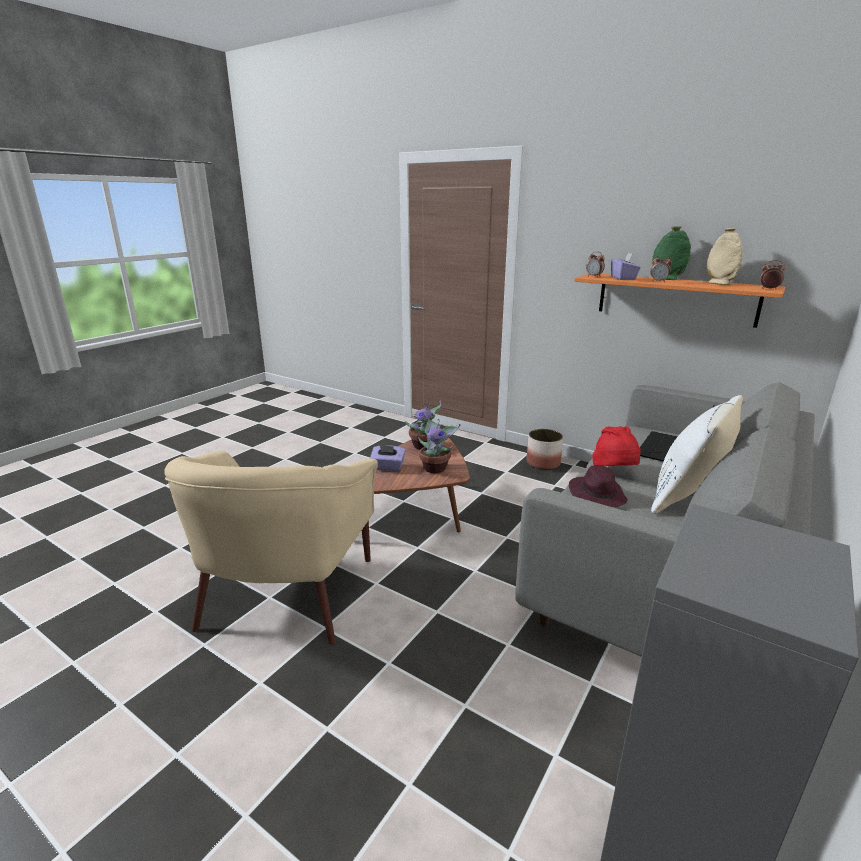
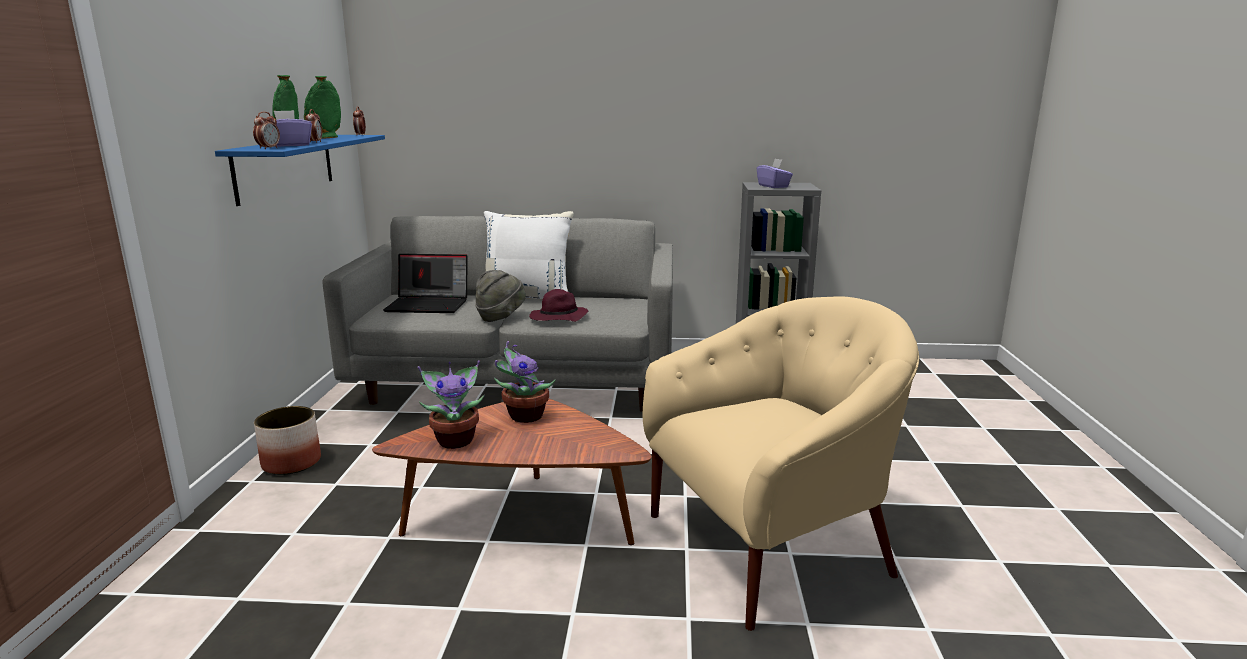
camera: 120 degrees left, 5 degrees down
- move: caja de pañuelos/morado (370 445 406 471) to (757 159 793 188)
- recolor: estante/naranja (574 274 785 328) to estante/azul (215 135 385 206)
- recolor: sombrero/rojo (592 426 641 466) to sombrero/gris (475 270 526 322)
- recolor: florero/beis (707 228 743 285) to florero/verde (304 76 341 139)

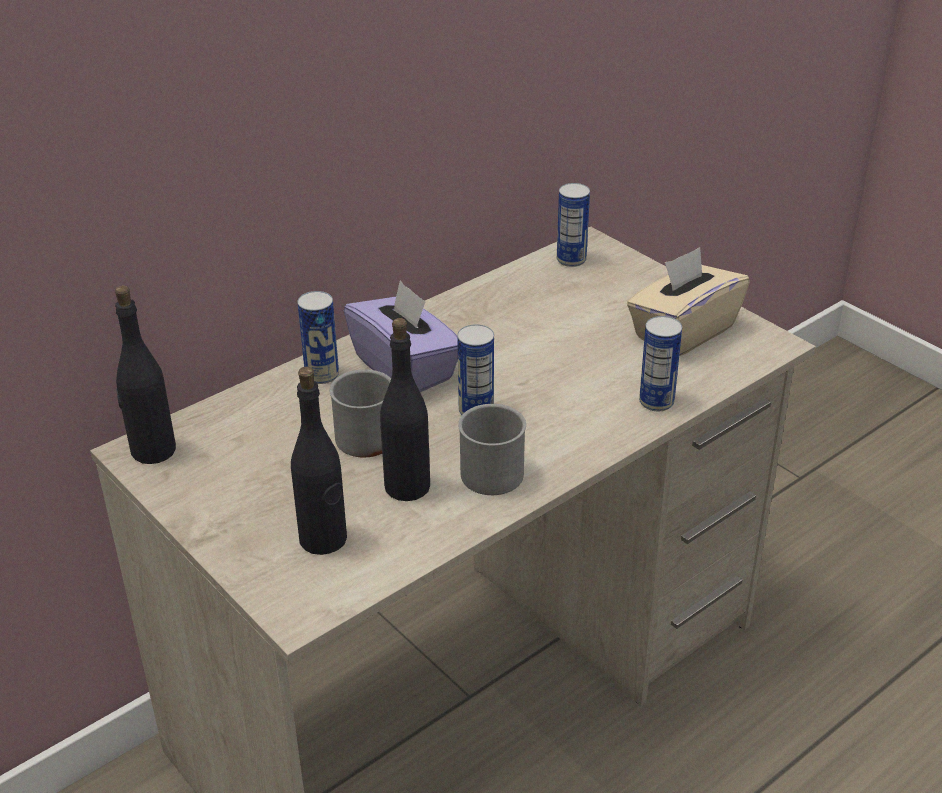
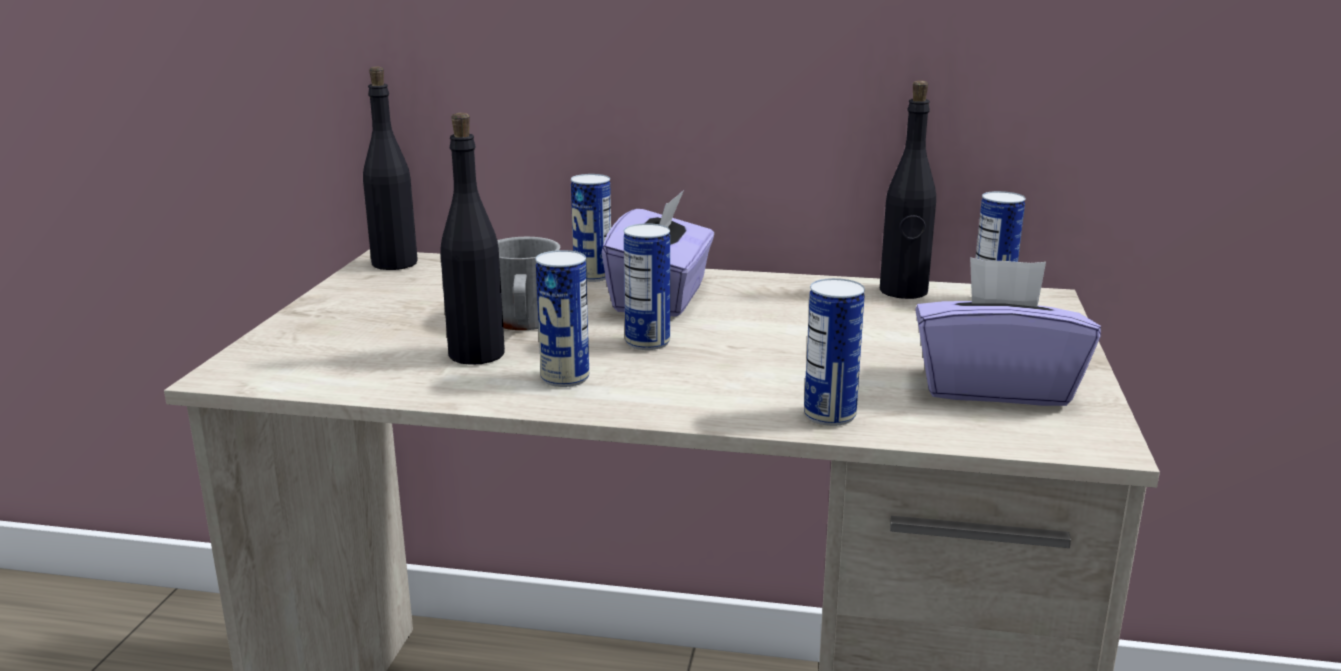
camera: 50 degrees right, 15 degrees down
- move: botella/negro (291 366 347 555) to (880 80 936 299)
- replace: taza grande/gris (458 404 526 495) to lata (535 250 589 387)
- recolor: caja de pañuelos/beis (627 247 750 356) to caja de pañuelos/morado (915 257 1101 406)

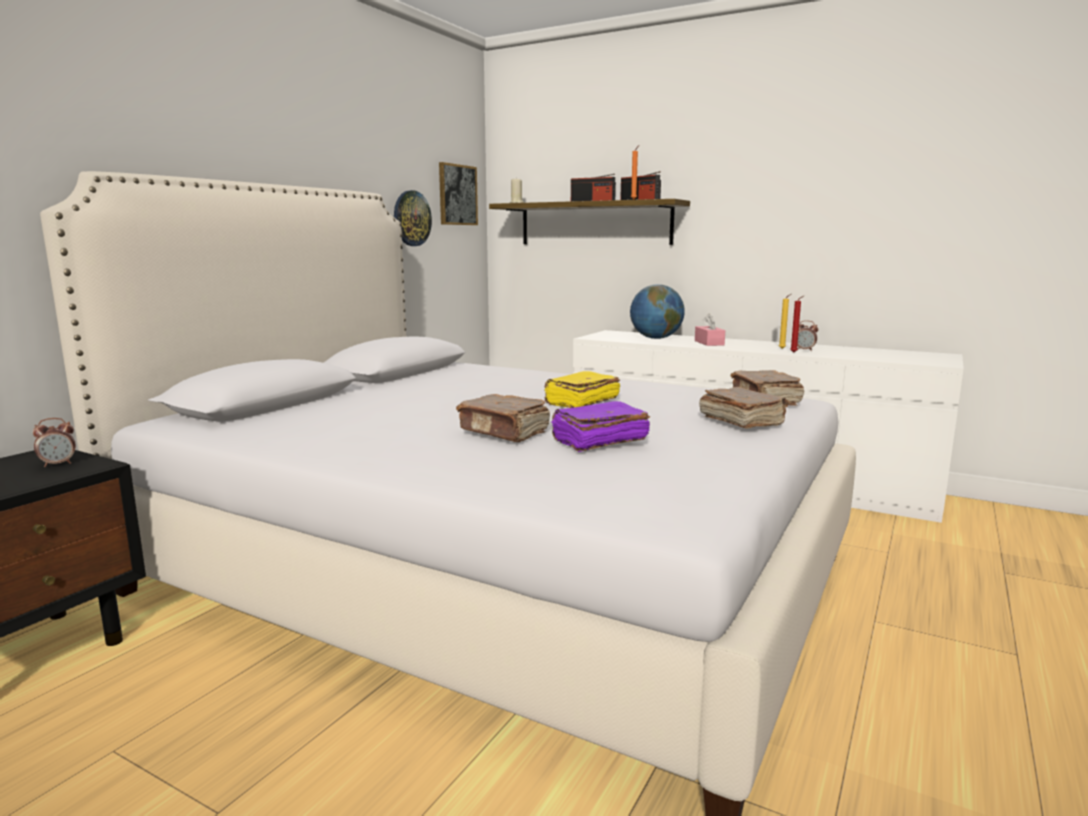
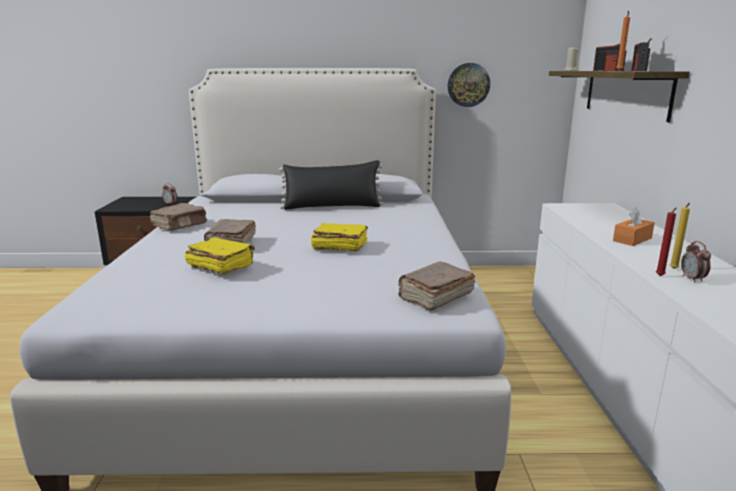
camera: 60 degrees right, 5 degrees up
- delete: cuadro (439 162 478 225)
- delete: globo terráqueo (630 284 685 339)
- insert: cojín/negro (279 160 383 210)
- move: libro/marrón (699 387 790 428) to (150 203 207 231)
- recolor: libro/morado (551 401 650 452) to libro/amarillo (185 237 255 274)
- recolor: caja de pañuelos/rosa (695 314 725 346) to caja de pañuelos/naranja (613 207 655 246)

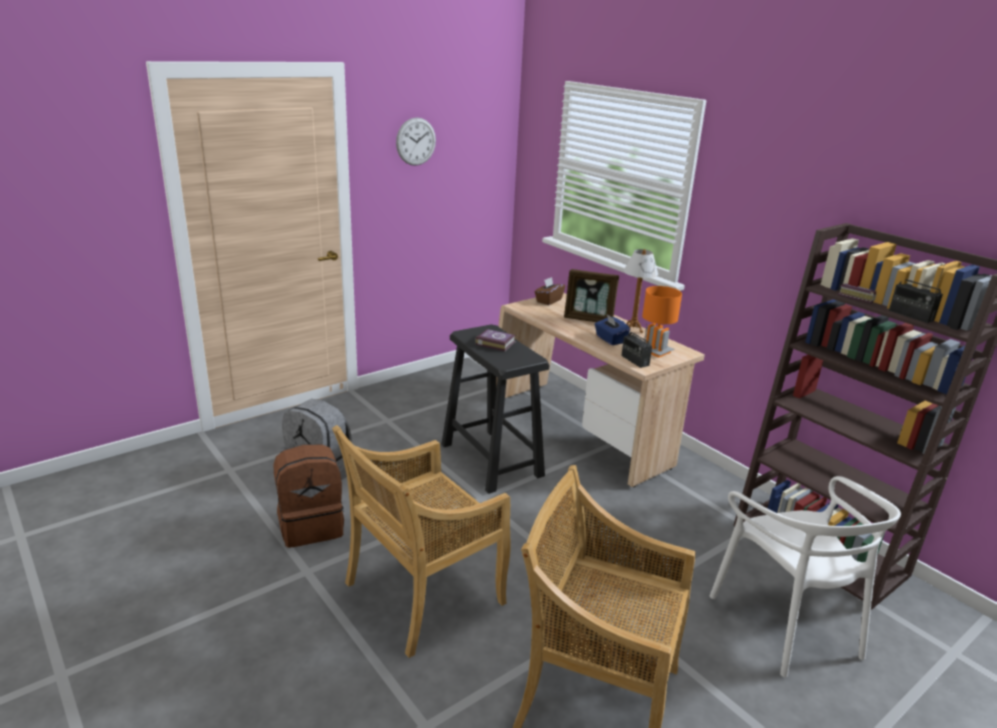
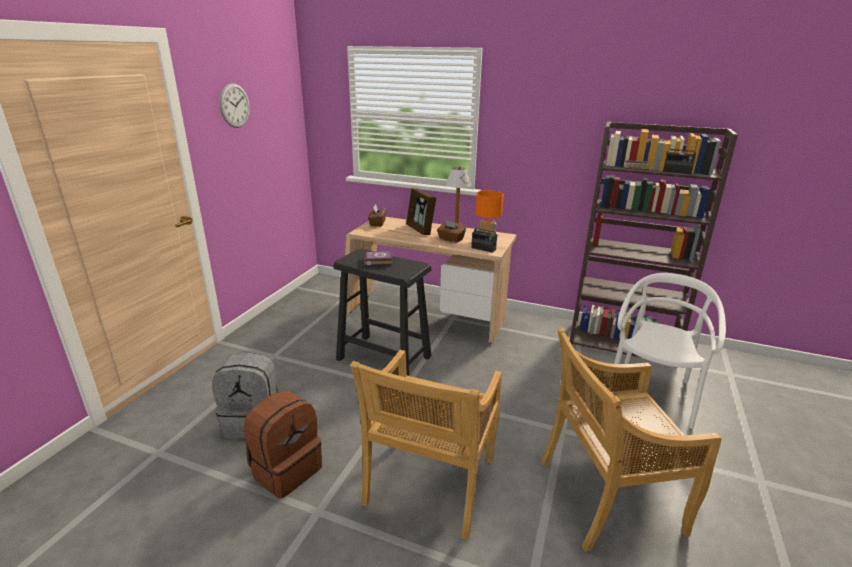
camera: 30 degrees left, 0 degrees up
- recolor: caja de pañuelos/azul (595 314 630 345) to caja de pañuelos/marrón (437 220 466 243)
- rotate: portarretratos (564 269 619 322) = (406 188 436 235) 75 degrees clockwise
- rotate: silla/blanco (709 476 901 678) = (609 273 726 429) 105 degrees counterclockwise

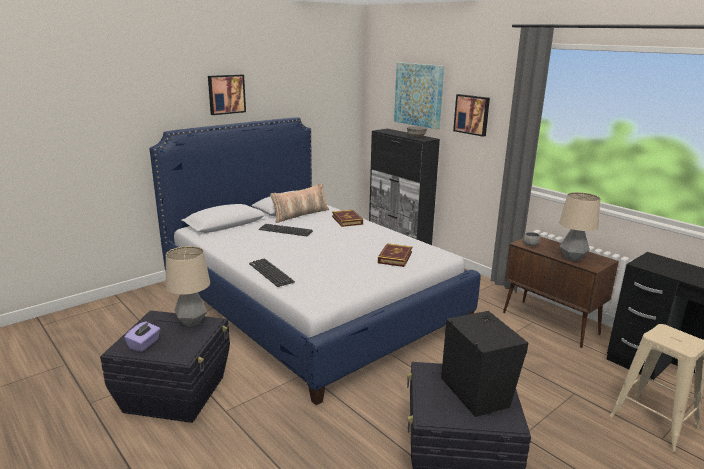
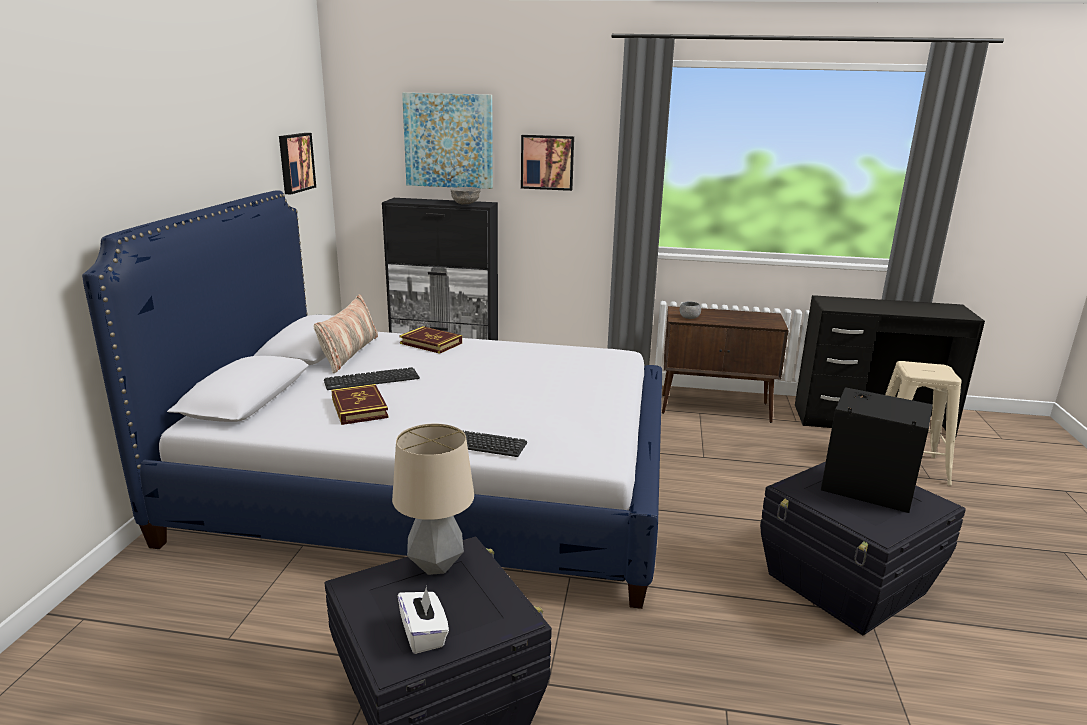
camera: 40 degrees left, 0 degrees up
- delete: lámpara de mesa (559 192 600 261)
- move: cuadro (208 74 246 115) to (279 133 316 194)
- move: libro (378 243 412 267) to (331 384 388 425)
- recolor: caja de pañuelos/morado (124 321 160 352) to caja de pañuelos/blanco (398 586 449 654)

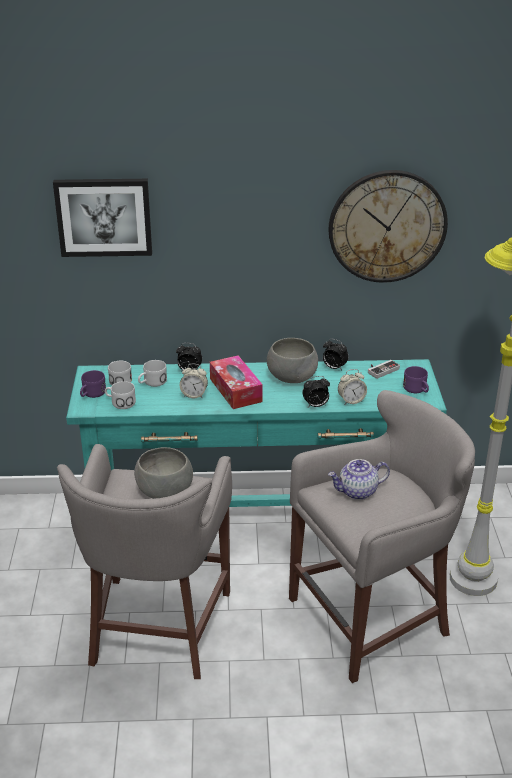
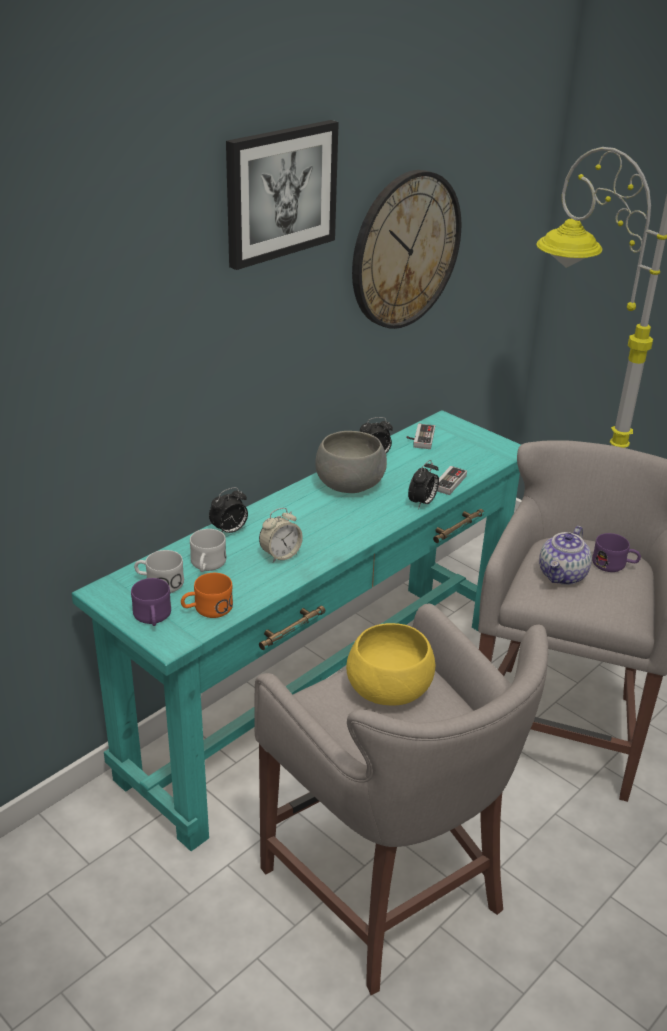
camera: 45 degrees left, 0 degrees up
- delete: caja de pañuelos (210 355 263 409)
- move: cuadro (53 179 152 257) to (226 120 339 270)
- move: taza grande/morado (403 366 429 393) to (592 533 641 572)
- replace: despertador (338 369 367 404) to mando de consola (437 466 467 495)
- recolor: taza grande/blanco (105 381 136 409) to taza grande/naranja (181 573 233 618)
- recolor: cuenco/gris (134 447 193 499) to cuenco/amarillo (346 623 435 706)

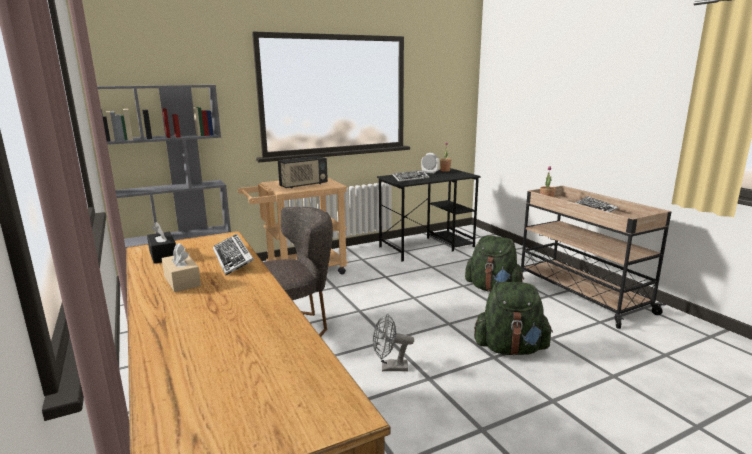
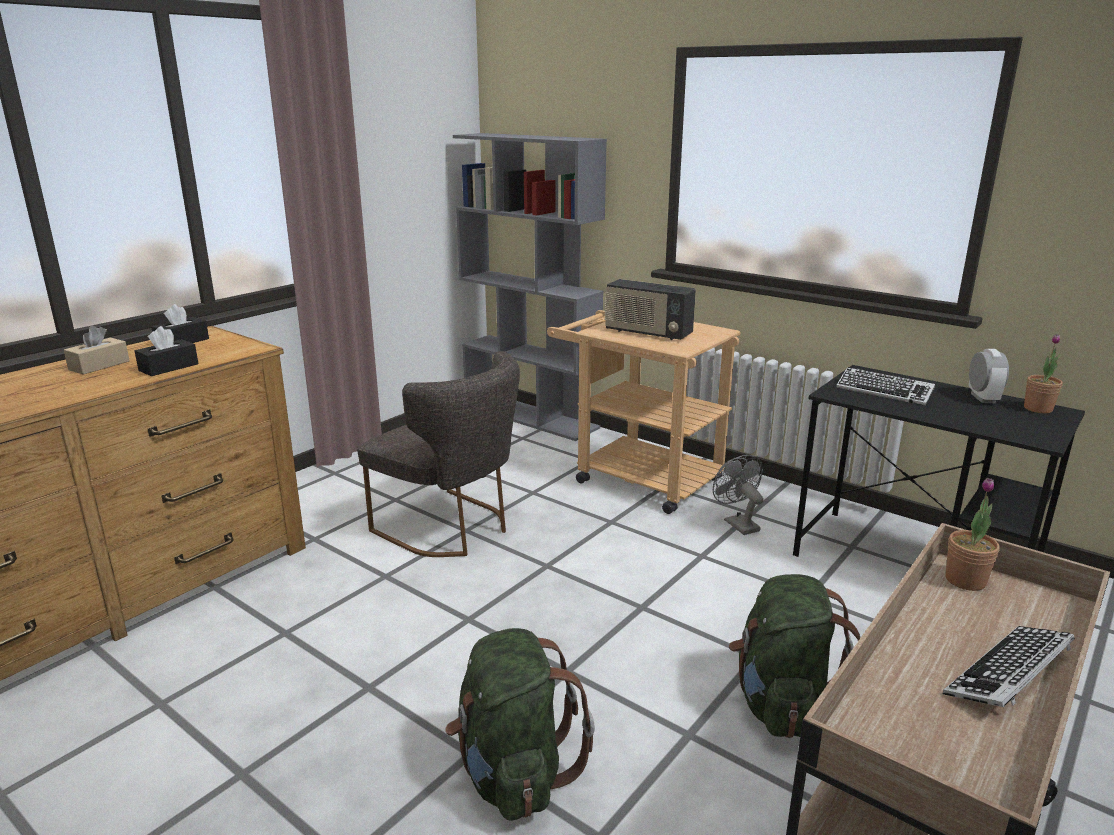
camera: 65 degrees right, 5 degrees up
- move: ventilador/gris (373 313 414 371) to (713 455 763 535)
- replace: teclado (213 234 254 275) to caja de pañuelos/negro (134 326 198 376)

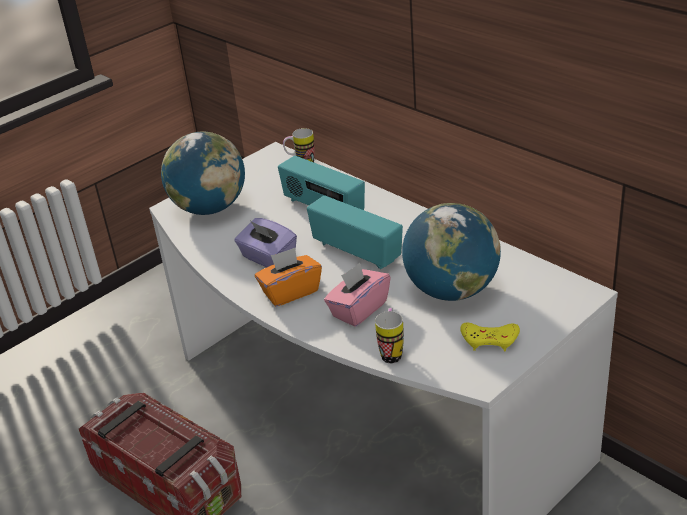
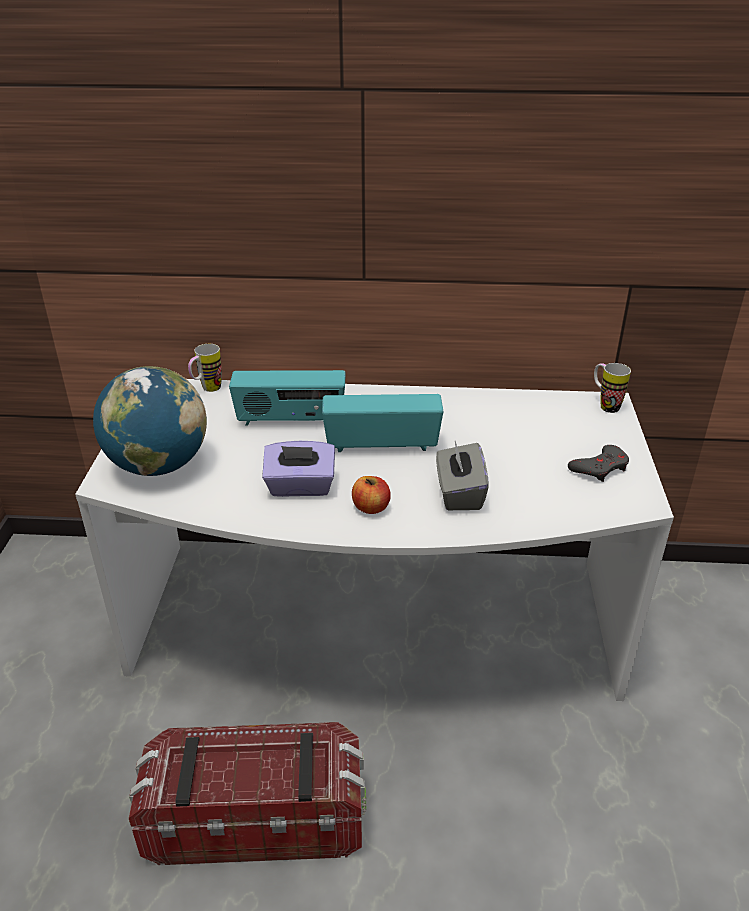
camera: 45 degrees left, 0 degrees up
- delete: globo terráqueo (402 203 501 301)
- move: taza grande (375 308 404 364) to (594 363 631 413)
- replace: caja de pañuelos/naranja (255 248 322 307) to manzana (352 476 391 514)
- recolor: caja de pañuelos/rosa (324 263 391 327) to caja de pañuelos/gris (436 441 489 510)
- recolor: mando de consola/amarillo (460 323 520 351) to mando de consola/gris (568 445 629 482)

